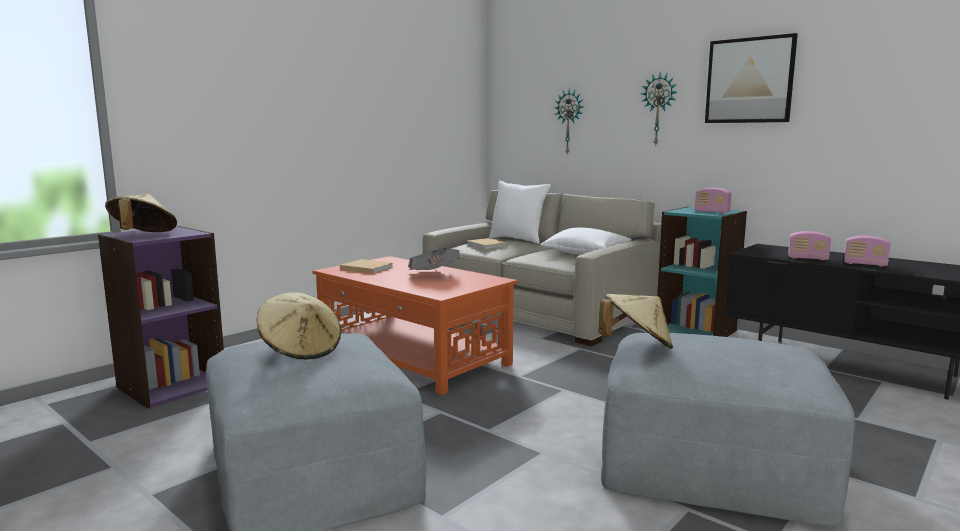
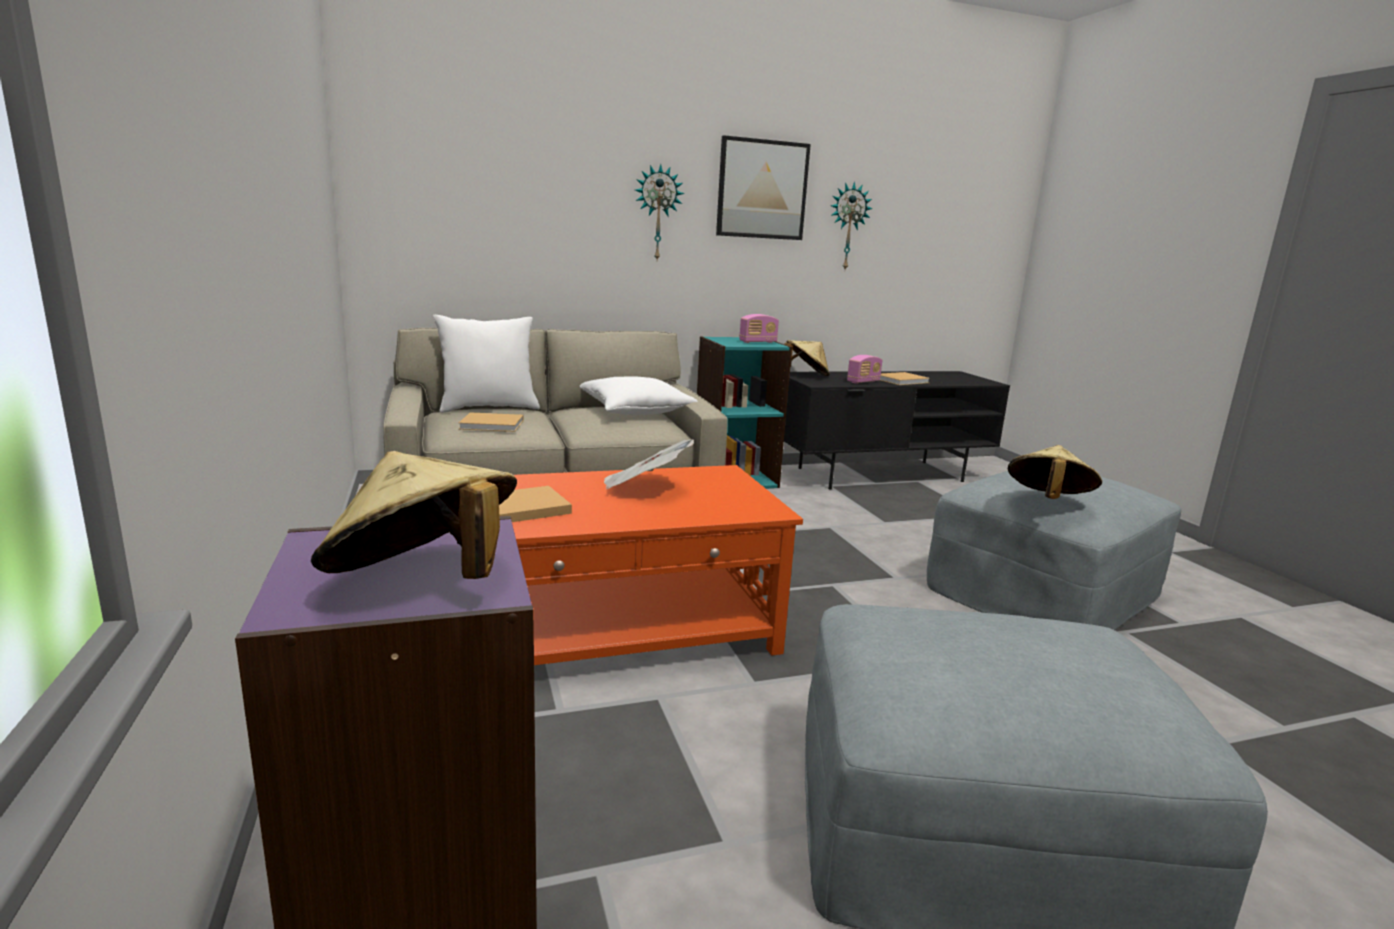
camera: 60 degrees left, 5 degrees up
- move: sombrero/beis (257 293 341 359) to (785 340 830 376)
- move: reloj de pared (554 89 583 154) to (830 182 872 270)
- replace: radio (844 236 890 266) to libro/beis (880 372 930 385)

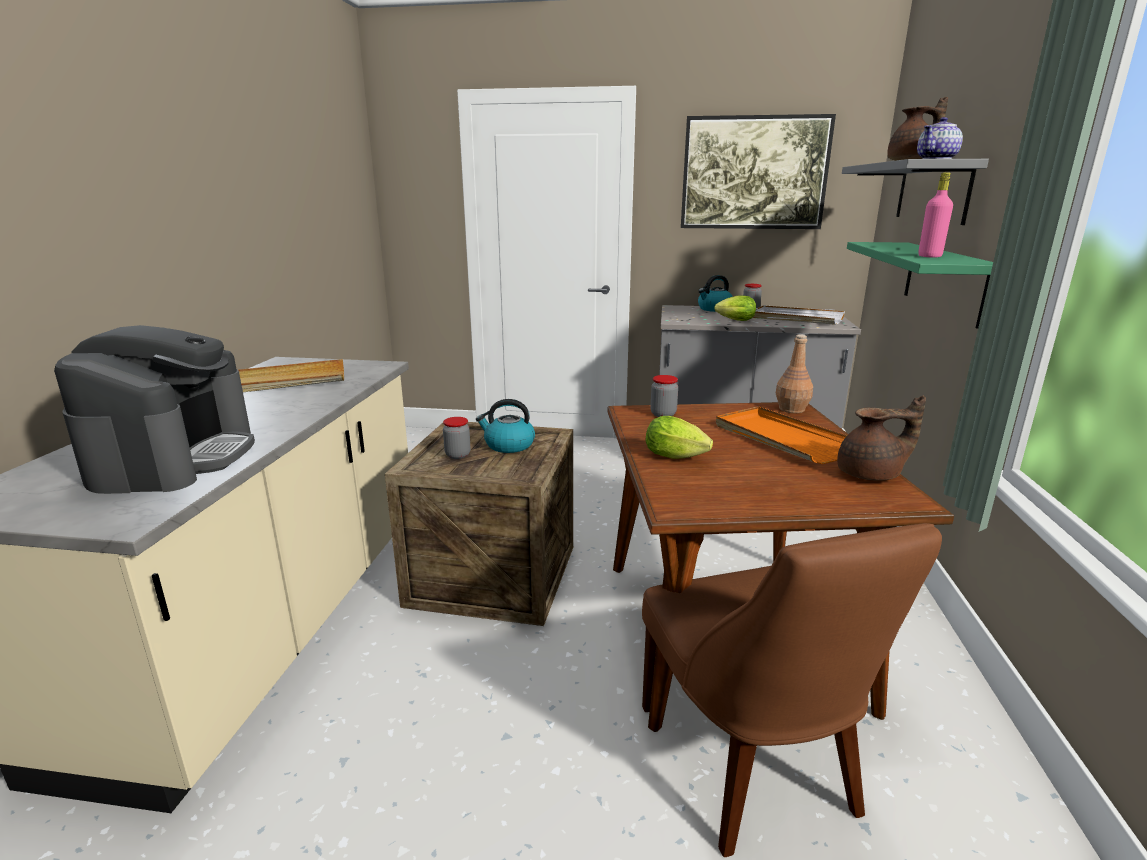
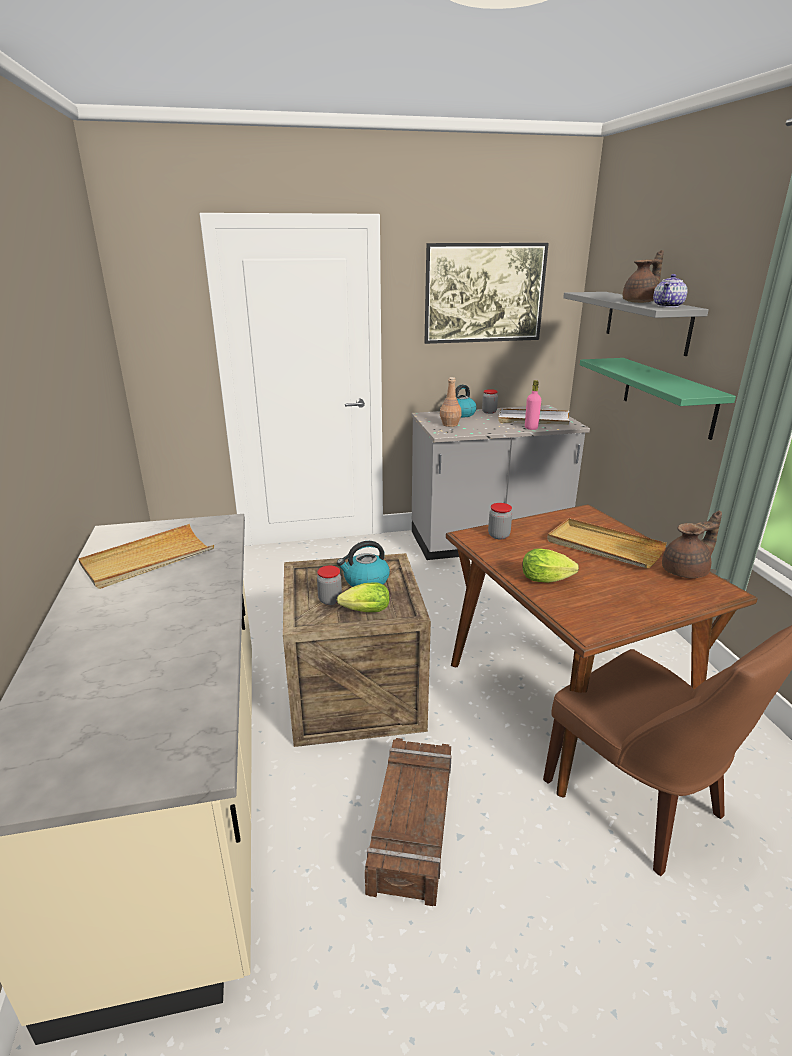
camera: 20 degrees left, 5 degrees up
- delete: cafetera (54 325 255 494)
- insert: caja de embalaje (365 738 452 906)
- move: lechuga (714 296 756 321) to (337 582 390 612)
- move: botella/marrón (776 334 813 413) to (440 377 462 427)
- move: botella/rosa (918 172 953 257) to (525 380 541 430)
- recolor: bandeja/naranja (716 406 847 464) to bandeja/beis (547 518 667 568)

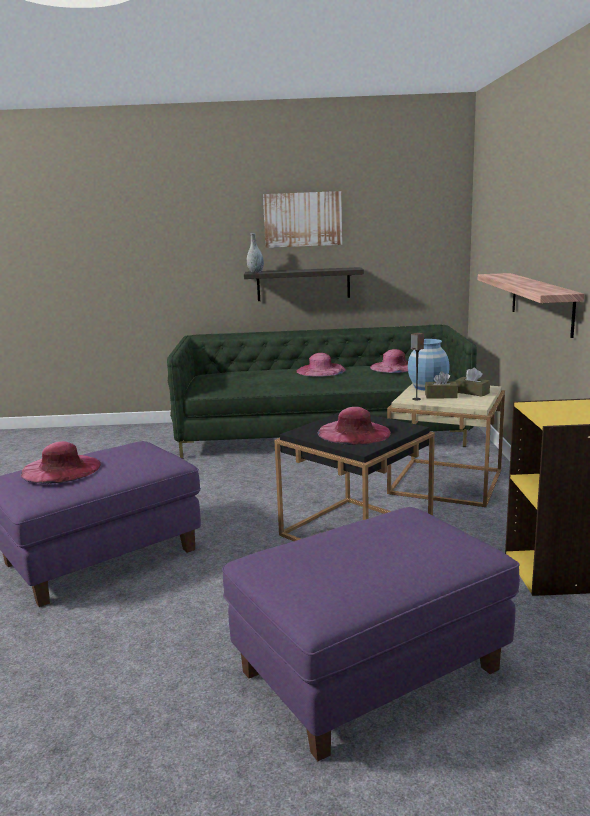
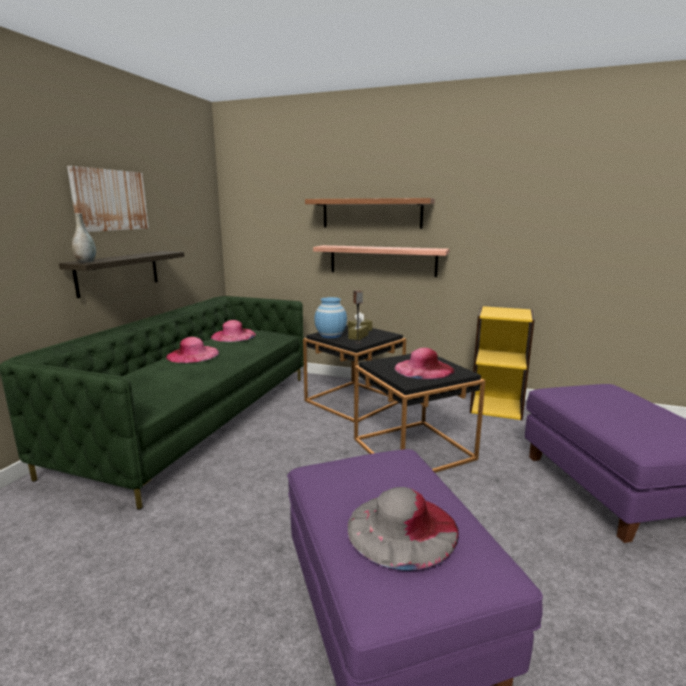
camera: 70 degrees left, 0 degrees up
- insert: estante (305 198 435 229)
- recolor: sombrero/rosa (20 441 101 483) to sombrero/gris (348 487 459 571)
- recolor: mesa auxiliar/beis (387 383 505 507) to mesa auxiliar/negro (303 325 406 422)

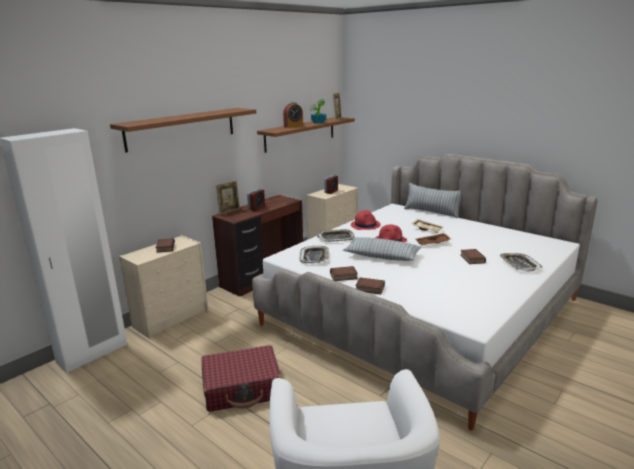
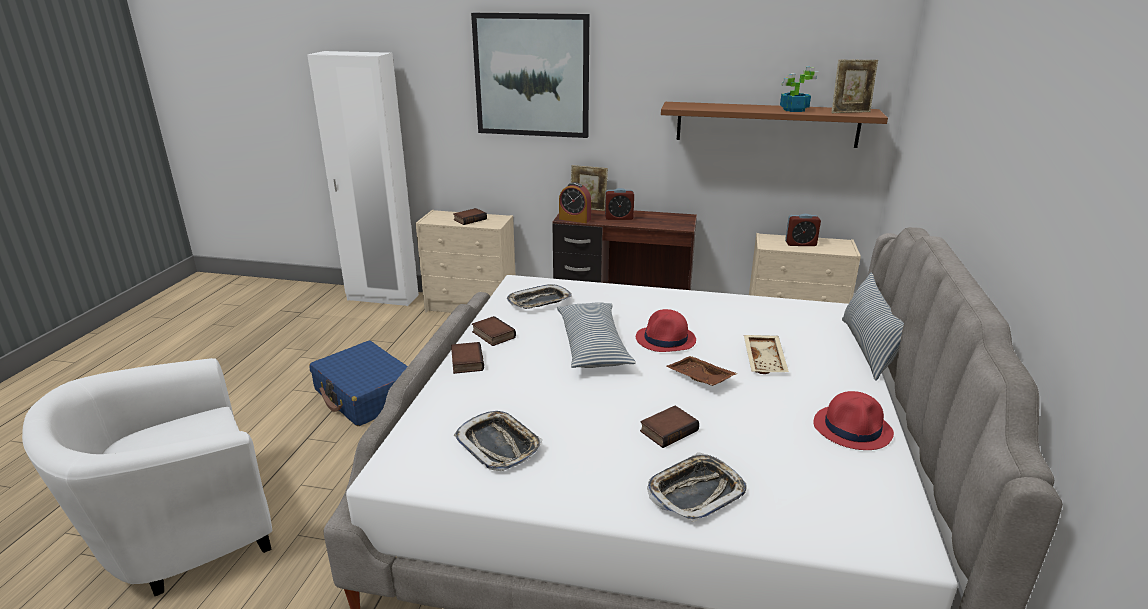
camera: 60 degrees right, 5 degrees up
- move: despertador (283 102 303 128) to (559 182 591 223)
- move: bandeja (317 229 355 242) to (454 411 543 471)
- move: sombrero/rojo (351 210 381 230) to (813 391 894 450)
- replace: estante/marrón (110 108 256 153) to cuadro (471 13 589 138)
- recolor: maleta/rojo (201 345 282 412) to maleta/azul (309 341 408 426)

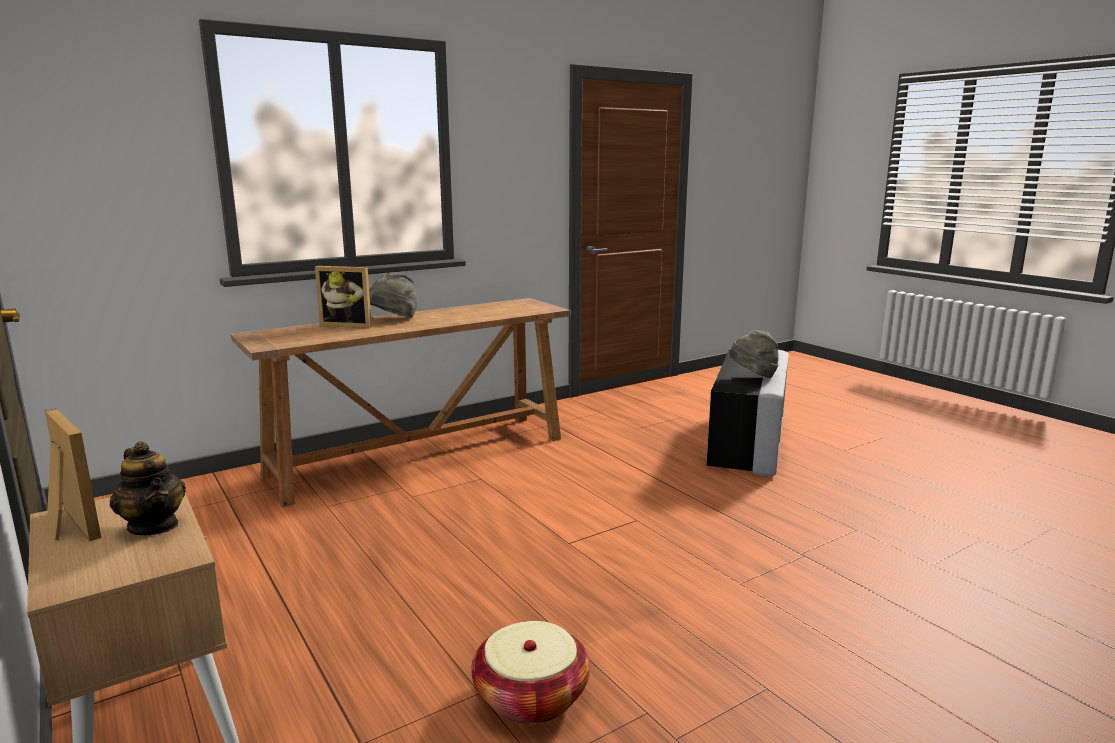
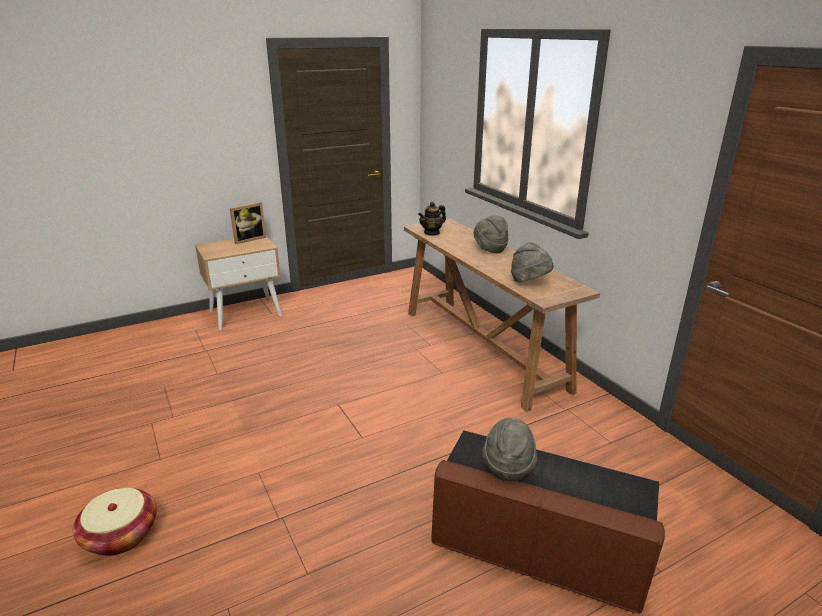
camera: 95 degrees right, 10 degrees up
- delete: portarretratos (315 266 372 328)
- insert: sombrero/gris (511 242 554 282)
- move: tetera (110 442 186 535) to (418 202 446 236)
- move: cesta (471 621 590 724) to (73 488 157 556)
- recolor: puf/gris (706 350 789 477) to puf/marrón (431 430 665 614)

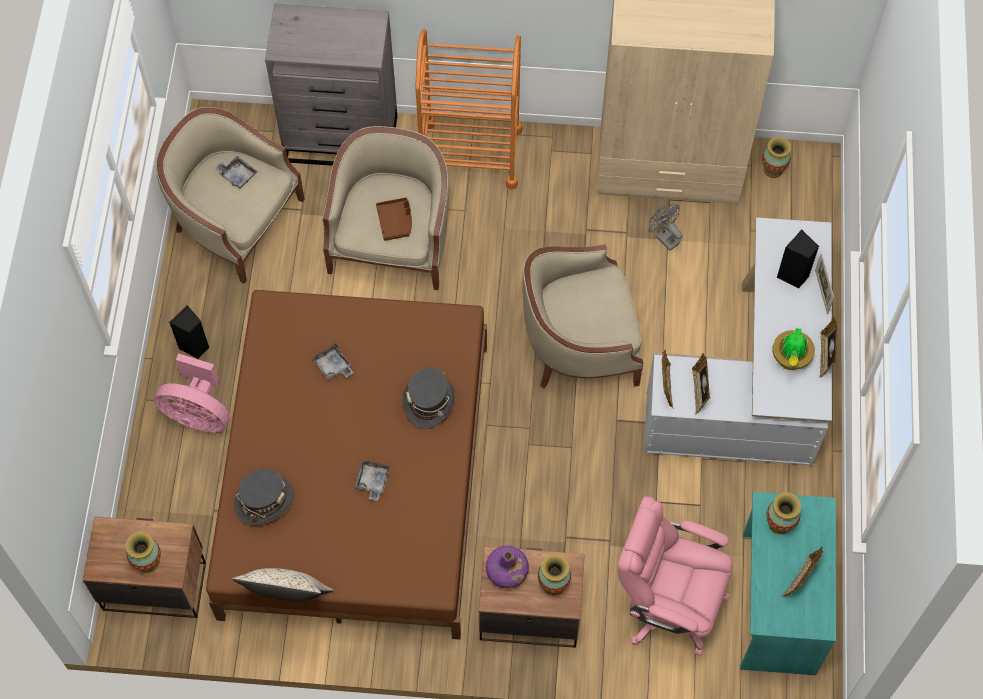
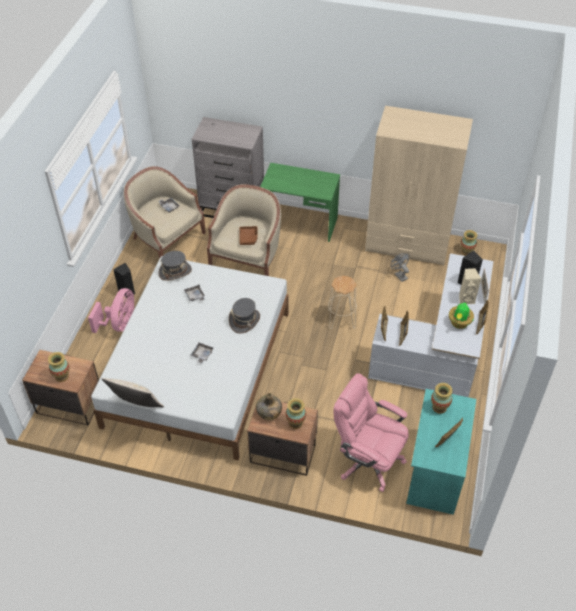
camera: 10 degrees right, 15 degrees down
- insert: altavoz/beis (459 268 481 304)
- move: sombrero/gris (234 469 294 526) to (159 251 192 281)
- replace: carrito/naranja (415 29 522 190) to escritorio/verde (260 163 340 242)
- replace: sillón/beis (522 244 643 388) to taburete/beis (328 276 357 329)
- recolor: cama/marrón (206 290 487 640) to cama/blanco (91 256 289 460)
- recolor: botella/morado (486 546 529 589) to botella/verde (256 393 282 420)
- rotate: ventilador/rosa (154 354 229 433) = (88 288 135 333) 105 degrees counterclockwise

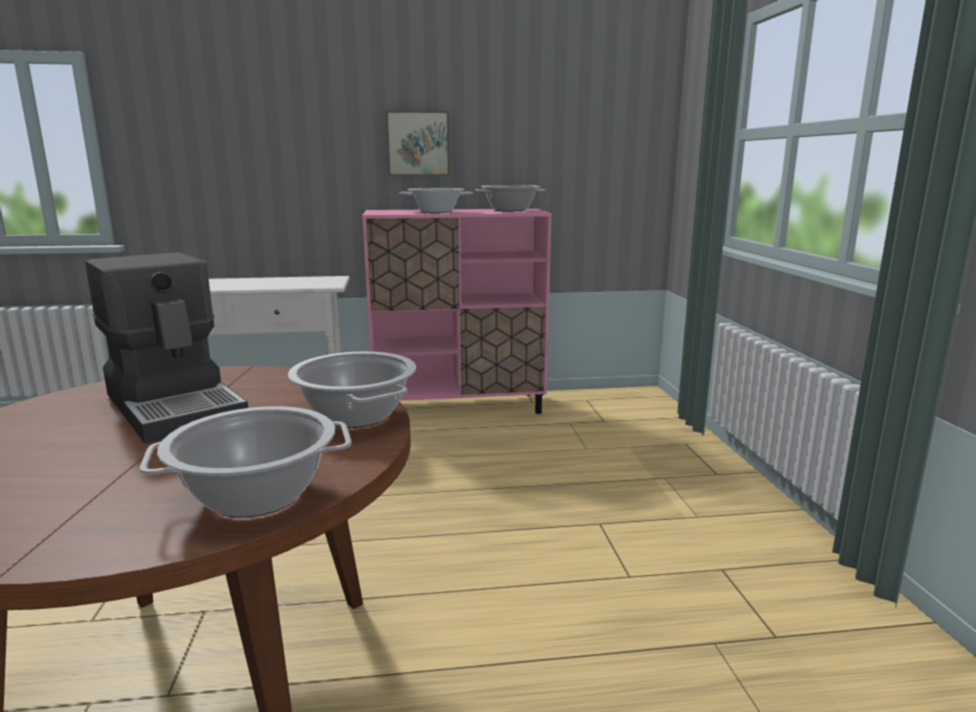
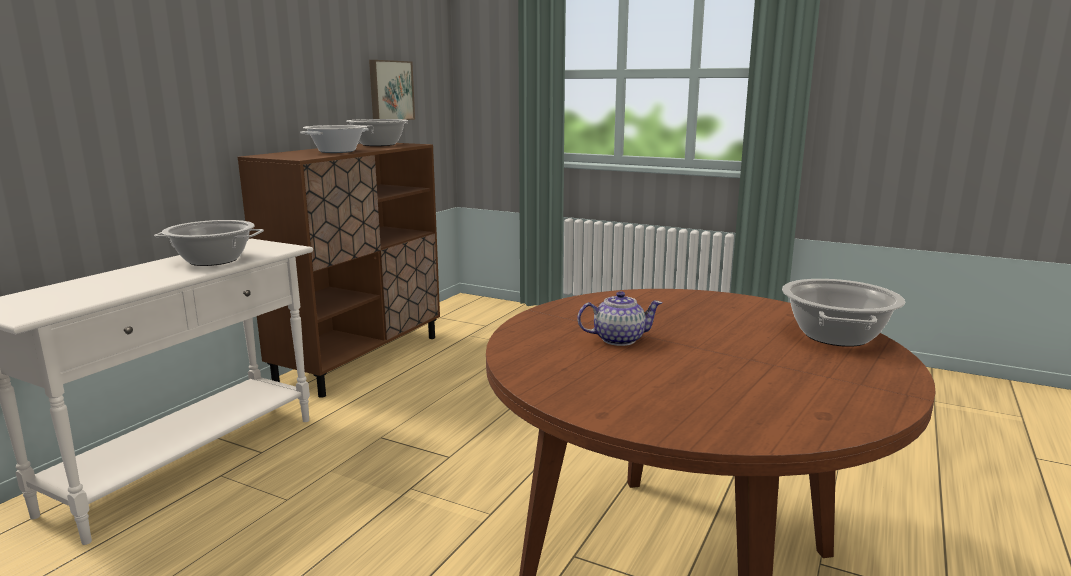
camera: 55 degrees left, 0 degrees up
- move: olla (288 352 416 428) to (154 220 264 266)
- move: cuadro (386 111 450 176) to (369 60 415 120)
- replace: cafetera (85 252 248 443) to tetera (577 291 662 346)
- recolor: armario/rosa (362 209 552 414) to armario/marrón (238 143 440 398)

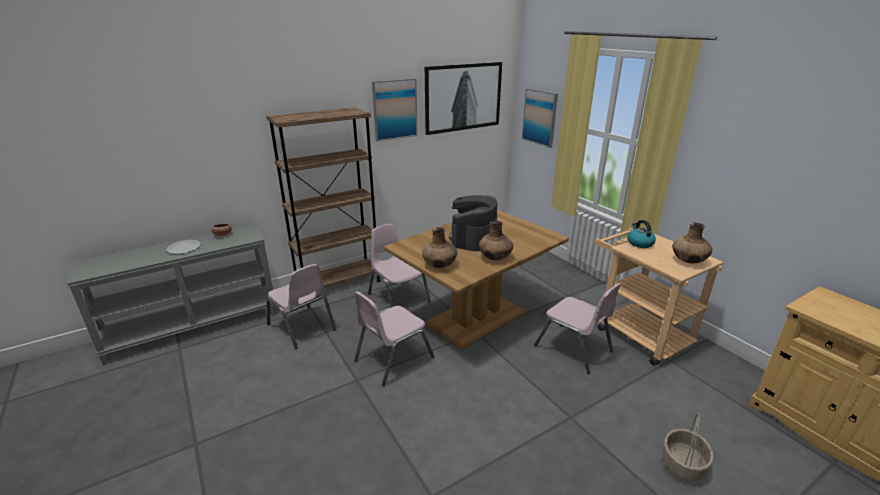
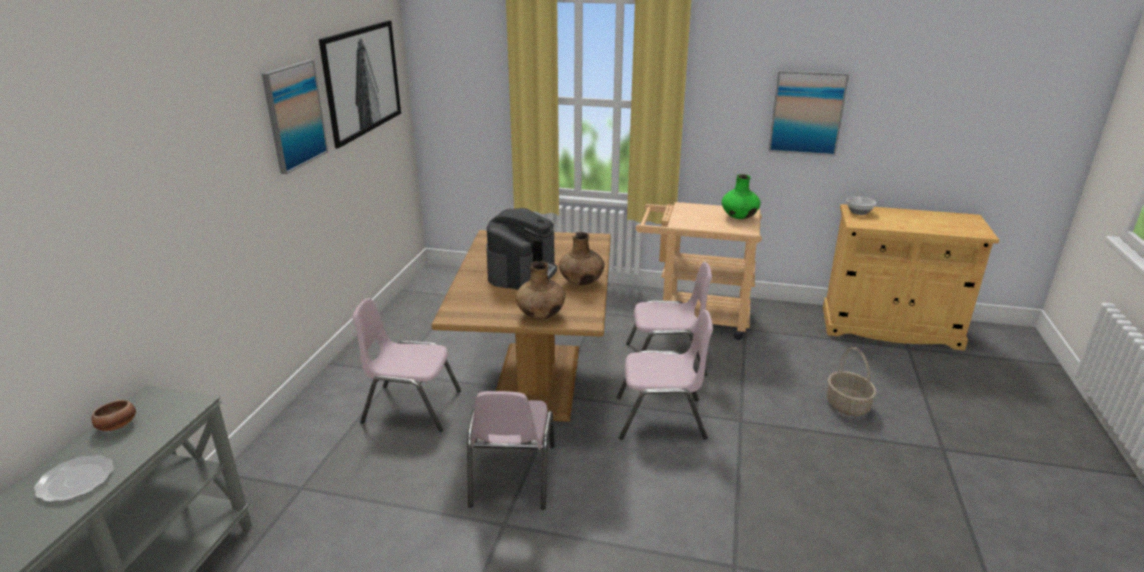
camera: 45 degrees left, 0 degrees up
- delete: estantería/marrón (266 107 381 303)
- delete: hervidor (628 220 656 248)
- insert: cuenco (846 196 876 215)
- move: silla/rosa (266 264 336 349) to (617 309 713 440)
- move: cuadro (522 88 558 148) to (768 71 849 156)
- recolor: florero/marrón (672 222 712 264) to florero/verde (722 174 761 219)
- rotate: cafetera (449 195 498 251) = (486 208 557 289) 135 degrees counterclockwise

